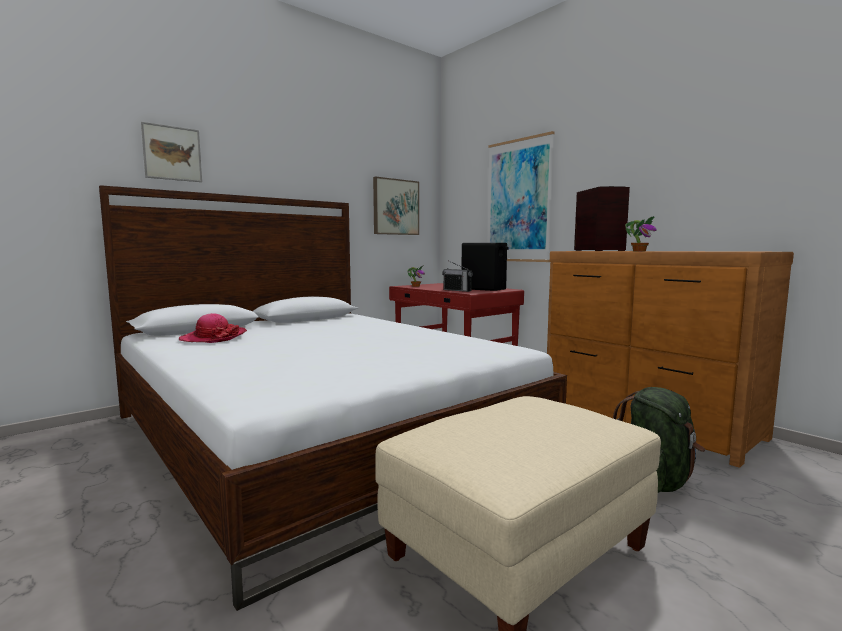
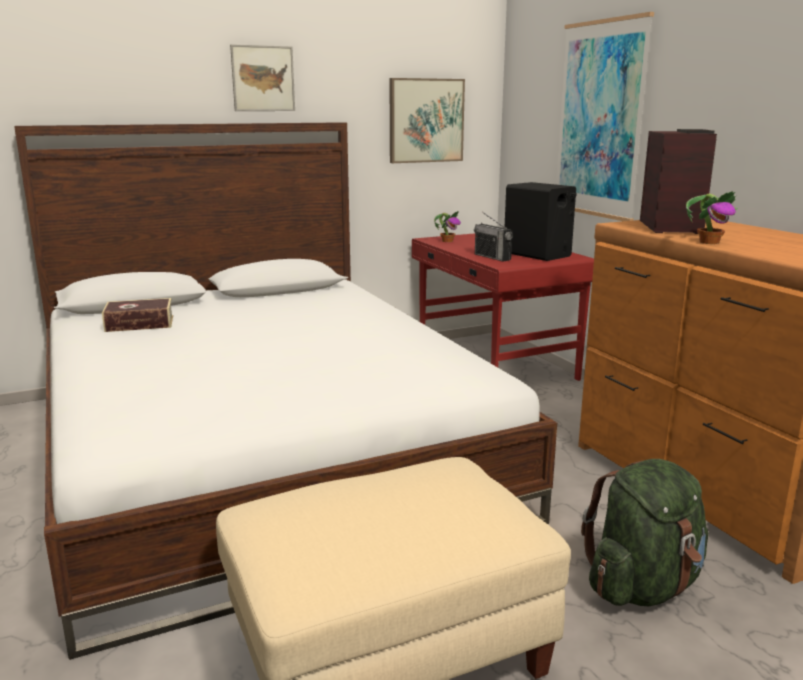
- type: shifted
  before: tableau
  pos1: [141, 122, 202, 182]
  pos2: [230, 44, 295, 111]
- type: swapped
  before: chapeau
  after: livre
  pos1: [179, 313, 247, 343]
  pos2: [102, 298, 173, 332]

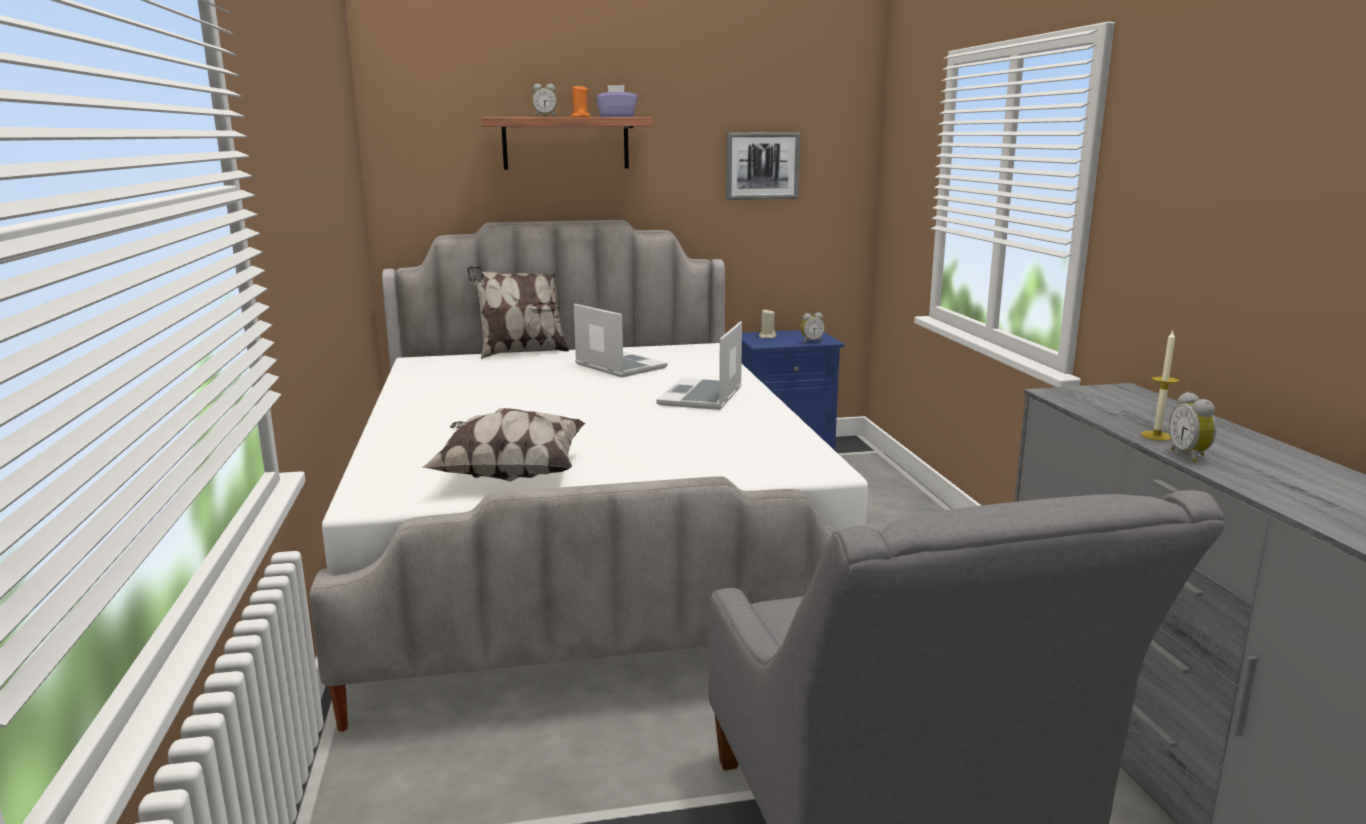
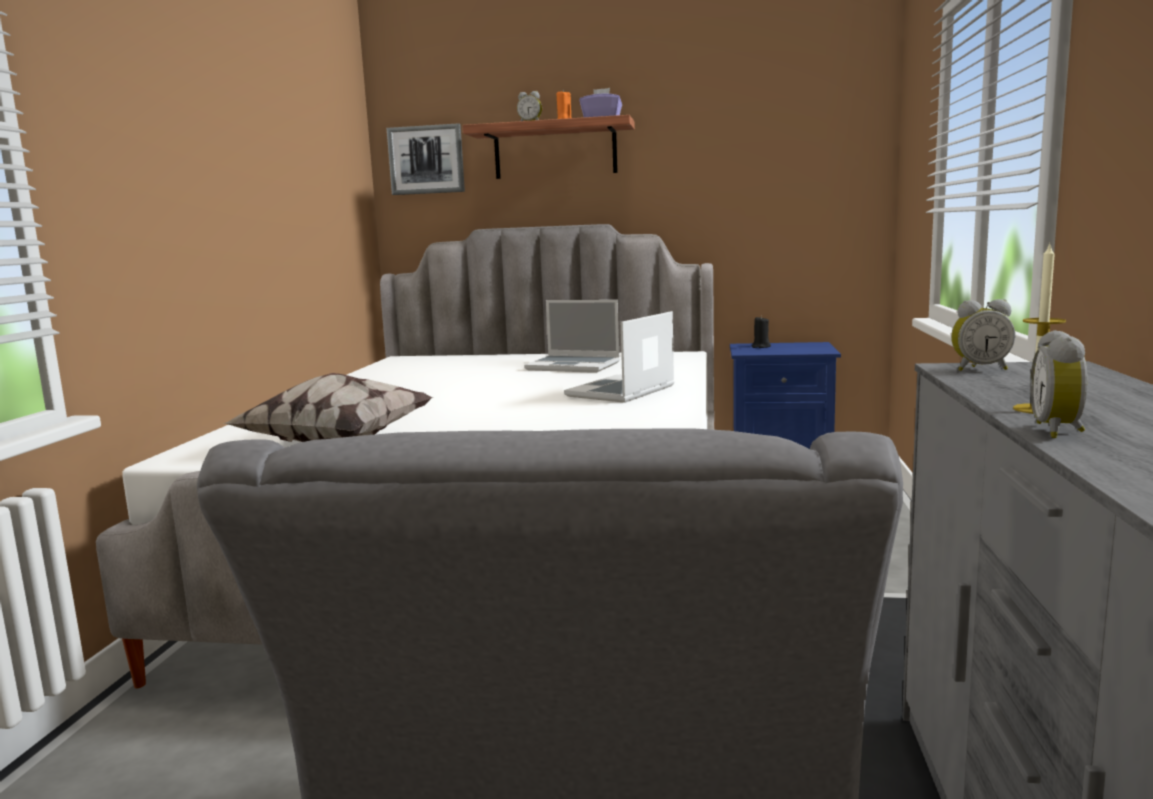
- type: shifted
  before: tableau
  pos1: [726, 132, 800, 200]
  pos2: [387, 123, 465, 195]
- type: gone
  before: coussin
  pos1: [467, 266, 569, 359]
- type: rotated
  before: ordinateur portable
  pos1: [574, 304, 667, 377]
  pos2: [524, 300, 620, 373]
  turn: 135
- type: repainted
  before: bougie/beige
  after: bougie/noir
  pos1: [759, 309, 776, 338]
  pos2: [752, 316, 771, 348]
- type: shifted
  before: réveil
  pos1: [800, 313, 825, 343]
  pos2: [951, 299, 1015, 371]

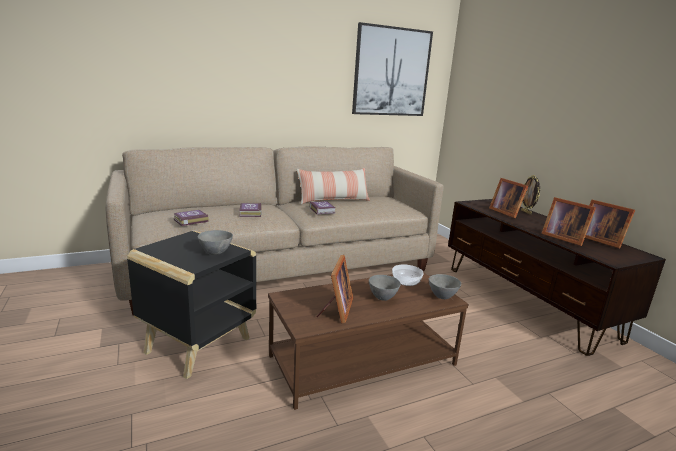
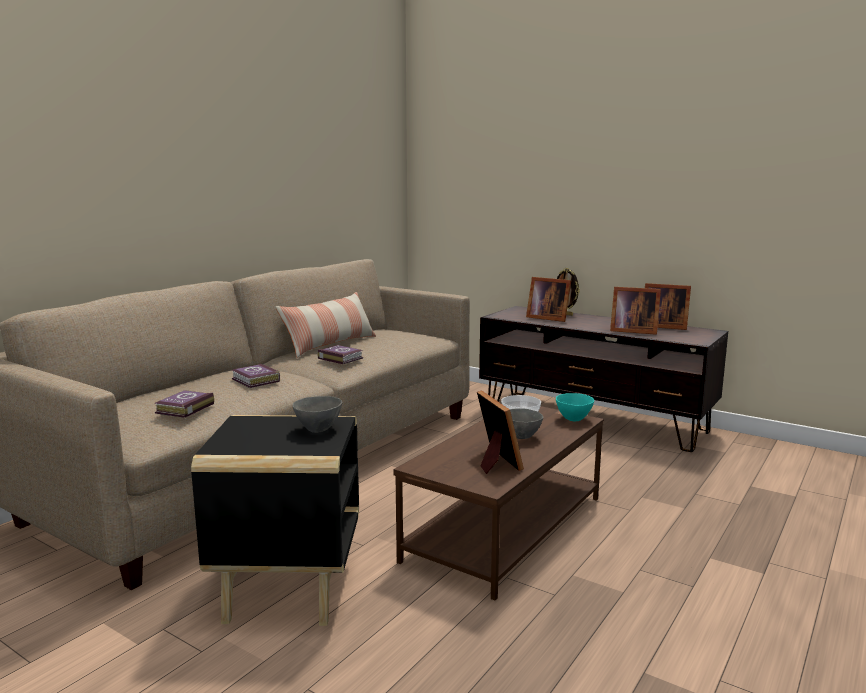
- type: gone
  before: tableau
  pos1: [352, 22, 433, 116]
- type: repainted
  before: bol/gris
  after: bol/turquoise
  pos1: [429, 274, 461, 299]
  pos2: [556, 393, 594, 421]

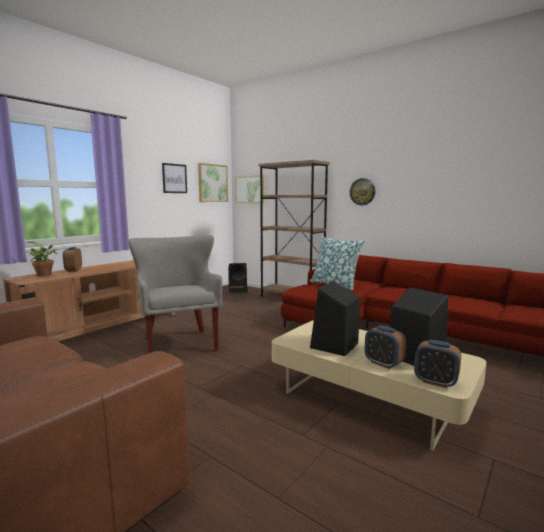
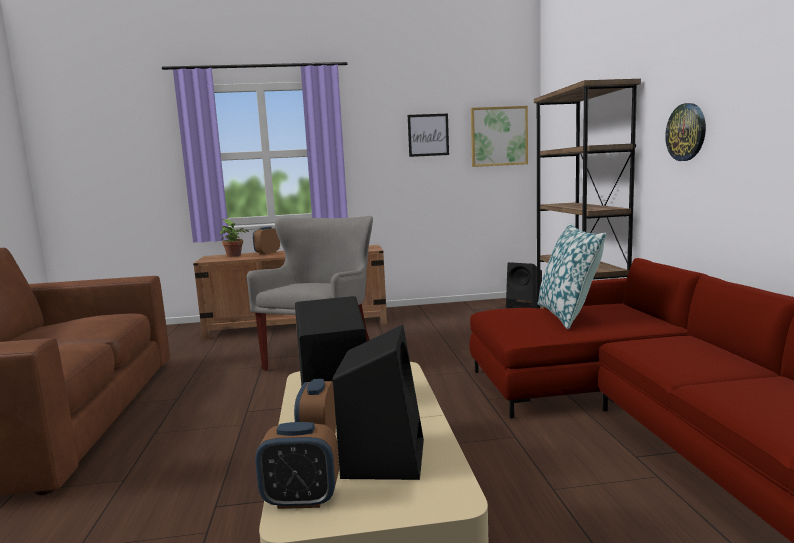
- type: gone
  before: tableau
  pos1: [235, 175, 265, 204]
- type: rotated
  before: réveil
  pos1: [414, 340, 461, 388]
  pos2: [255, 422, 339, 509]
  turn: -75

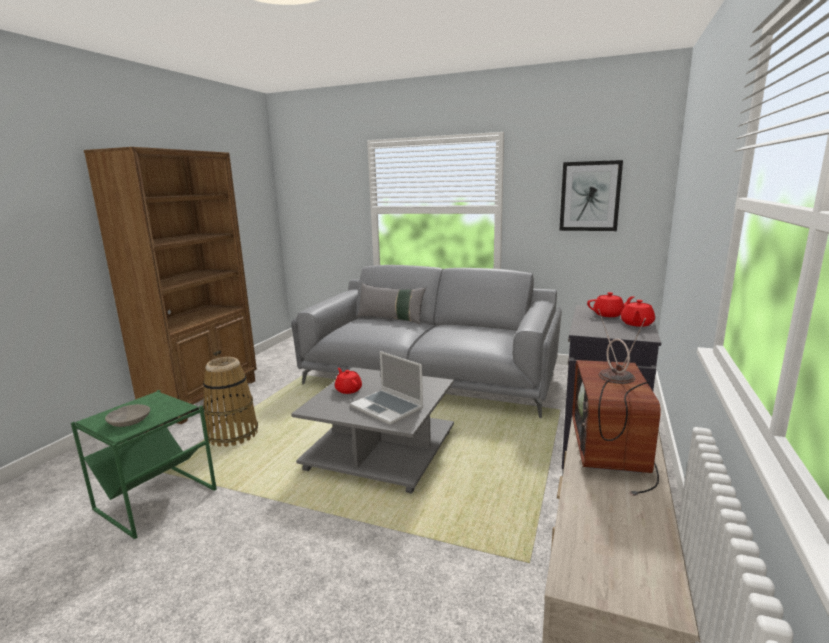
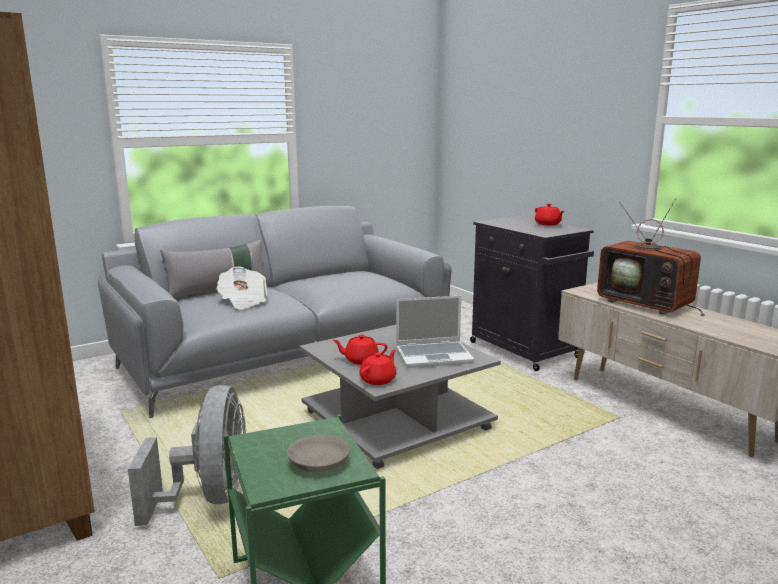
- type: gone
  before: tableau
  pos1: [559, 160, 623, 231]
- type: shifted
  before: théière/rouge
  pos1: [587, 292, 634, 317]
  pos2: [360, 349, 396, 385]
- type: swapped
  before: panier
  after: ventilateur/gris
  pos1: [203, 357, 258, 447]
  pos2: [128, 385, 246, 526]
- type: new
  after: journal
  pos2: [216, 267, 267, 309]

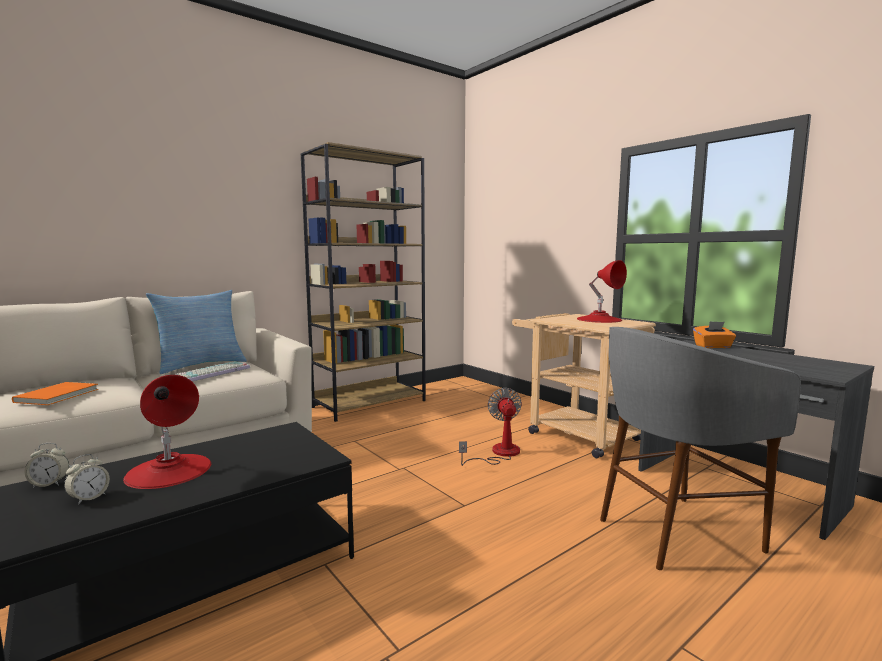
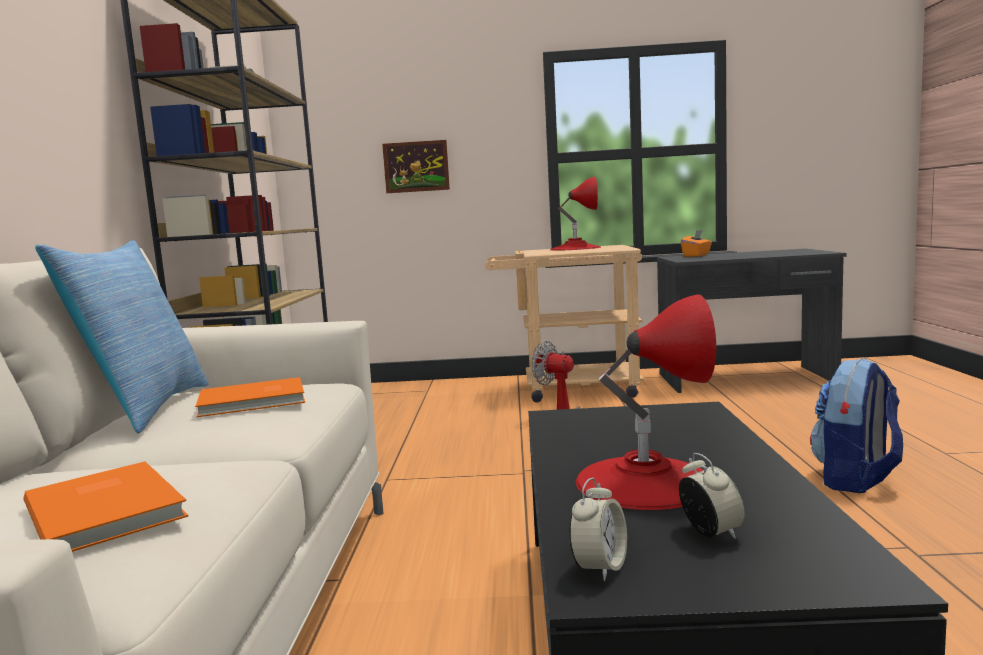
- type: gone
  before: tabouret/gris
  pos1: [600, 327, 801, 570]
- type: swapped
  before: clavier
  after: livre/orange
  pos1: [175, 361, 250, 381]
  pos2: [195, 377, 305, 417]
- type: new
  after: tableau
  pos2: [382, 140, 450, 193]
- type: new
  after: sac à dos
  pos2: [810, 358, 903, 493]

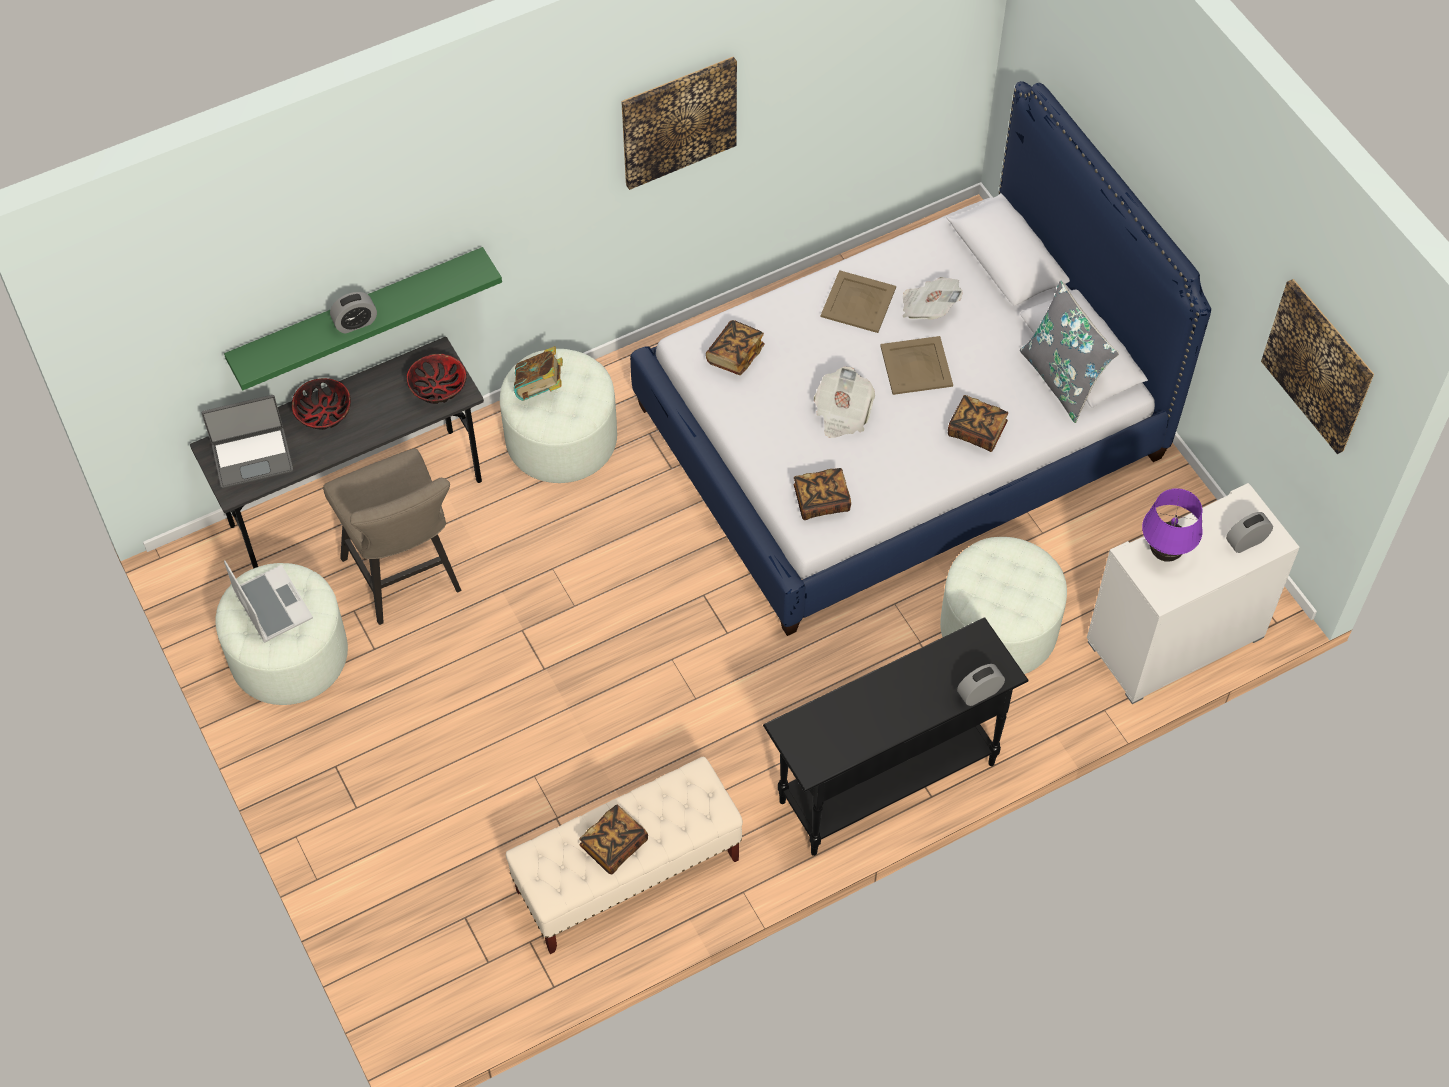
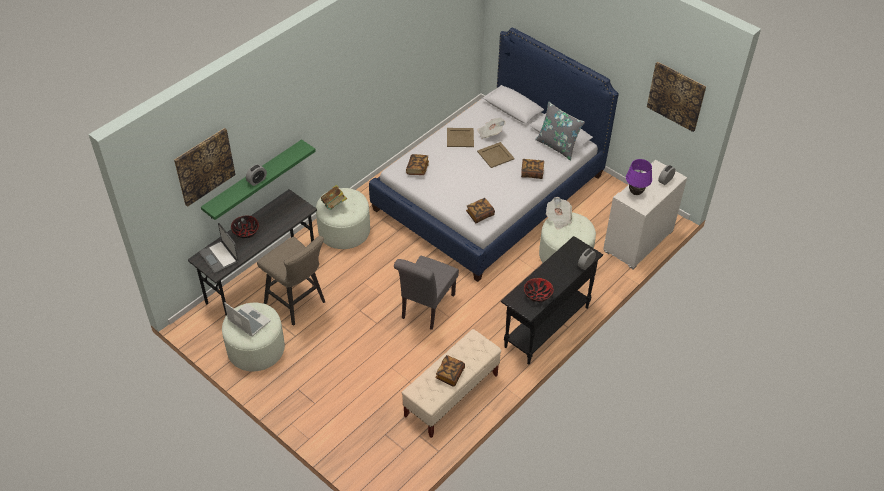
- type: shifted
  before: tableau
  pos1: [621, 57, 737, 190]
  pos2: [174, 128, 235, 207]
- type: shifted
  before: bol
  pos1: [406, 354, 467, 404]
  pos2: [524, 278, 554, 302]
- type: shifted
  before: journal
  pos1: [814, 367, 875, 438]
  pos2: [546, 197, 572, 230]
- type: rotated
  before: ordinateur portable
  pos1: [202, 395, 293, 488]
  pos2: [199, 223, 239, 274]
  turn: 90
- type: new
  after: chaise/gris
  pos2: [394, 256, 459, 330]

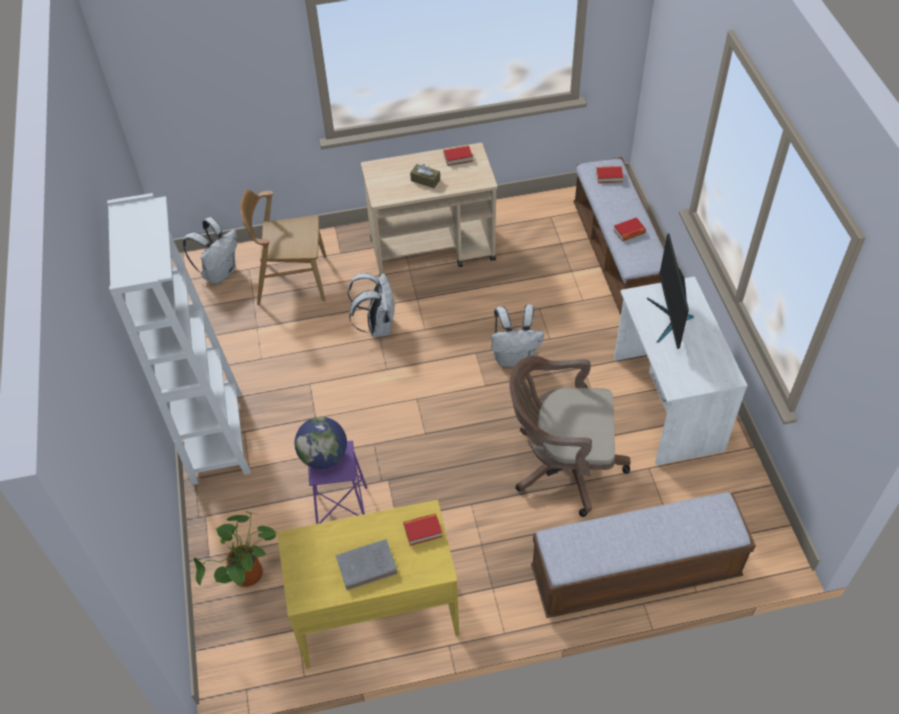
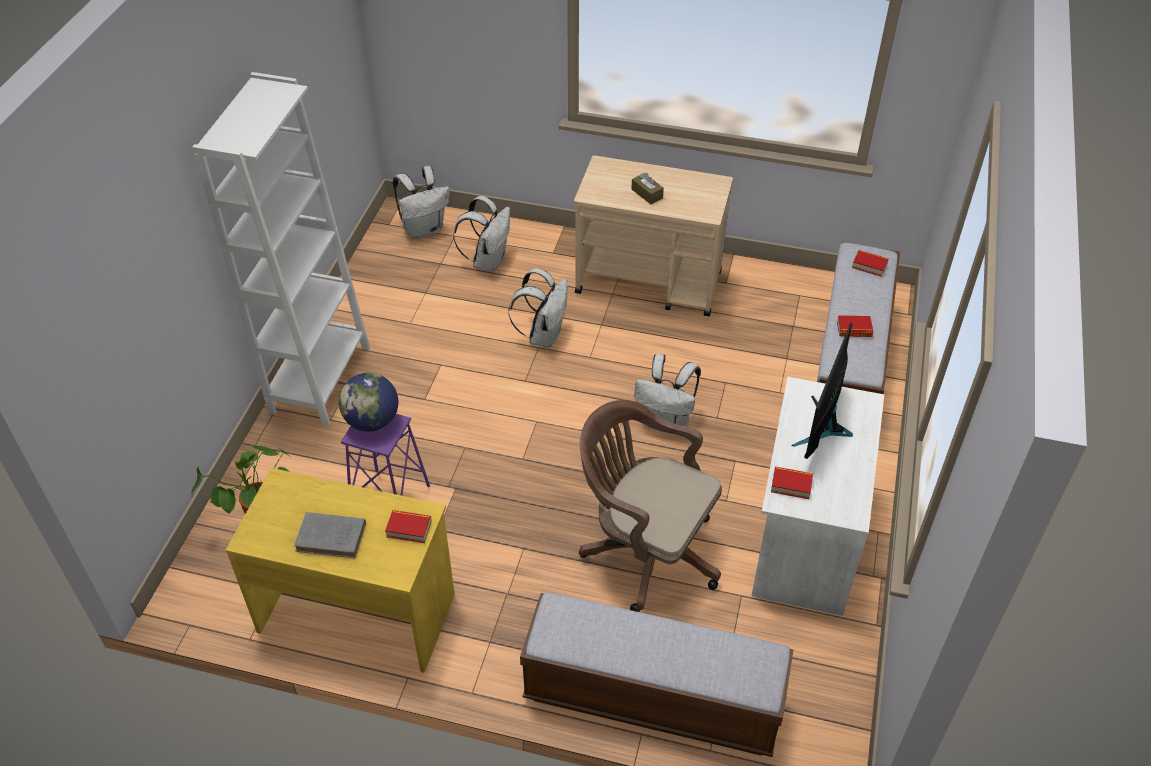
- type: shifted
  before: livre
  pos1: [443, 145, 473, 166]
  pos2: [771, 467, 813, 499]
- type: swapped
  before: chaise/marron
  after: sac à dos/blanc
  pos1: [240, 189, 327, 305]
  pos2: [453, 196, 510, 272]

